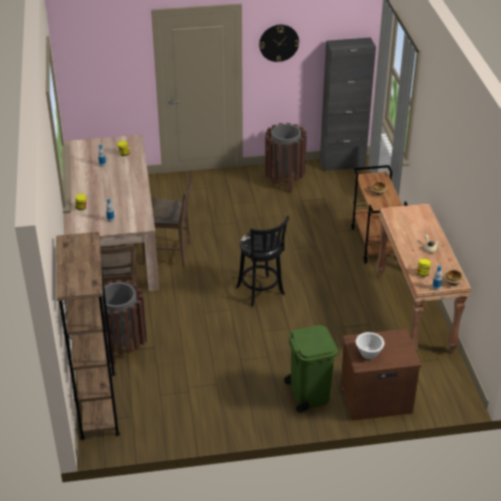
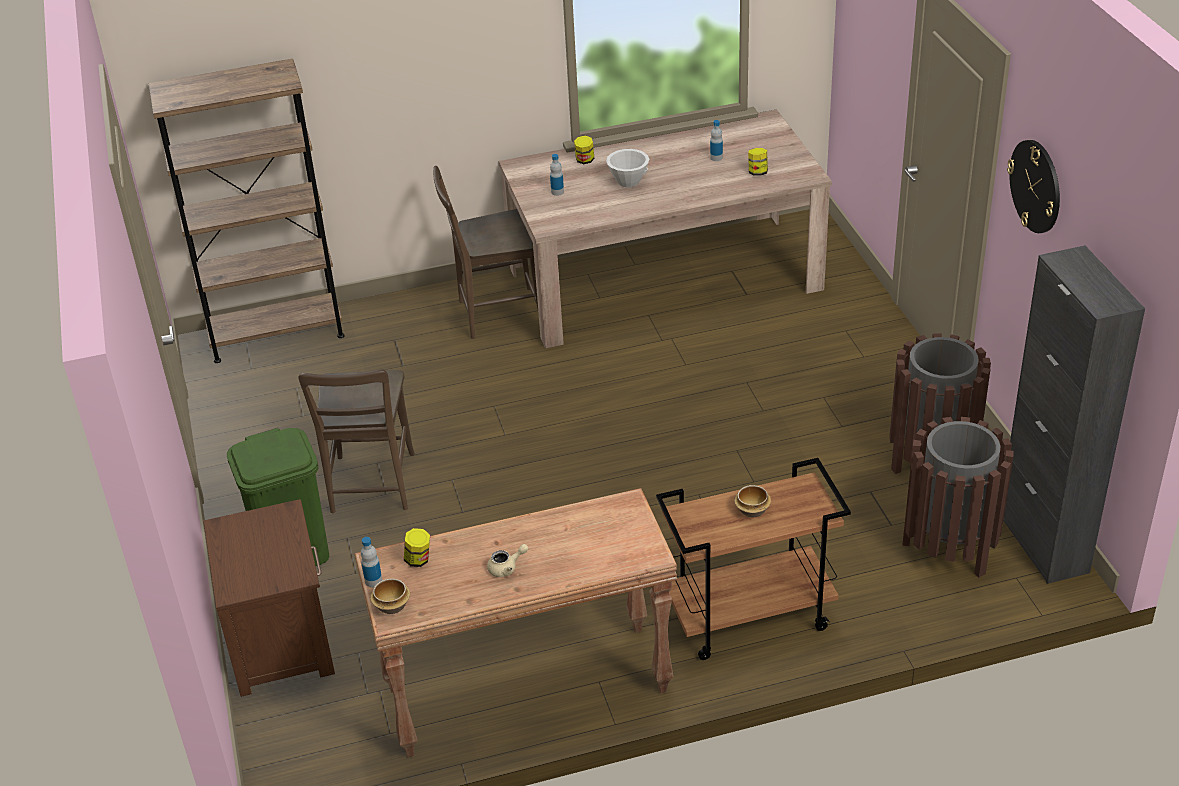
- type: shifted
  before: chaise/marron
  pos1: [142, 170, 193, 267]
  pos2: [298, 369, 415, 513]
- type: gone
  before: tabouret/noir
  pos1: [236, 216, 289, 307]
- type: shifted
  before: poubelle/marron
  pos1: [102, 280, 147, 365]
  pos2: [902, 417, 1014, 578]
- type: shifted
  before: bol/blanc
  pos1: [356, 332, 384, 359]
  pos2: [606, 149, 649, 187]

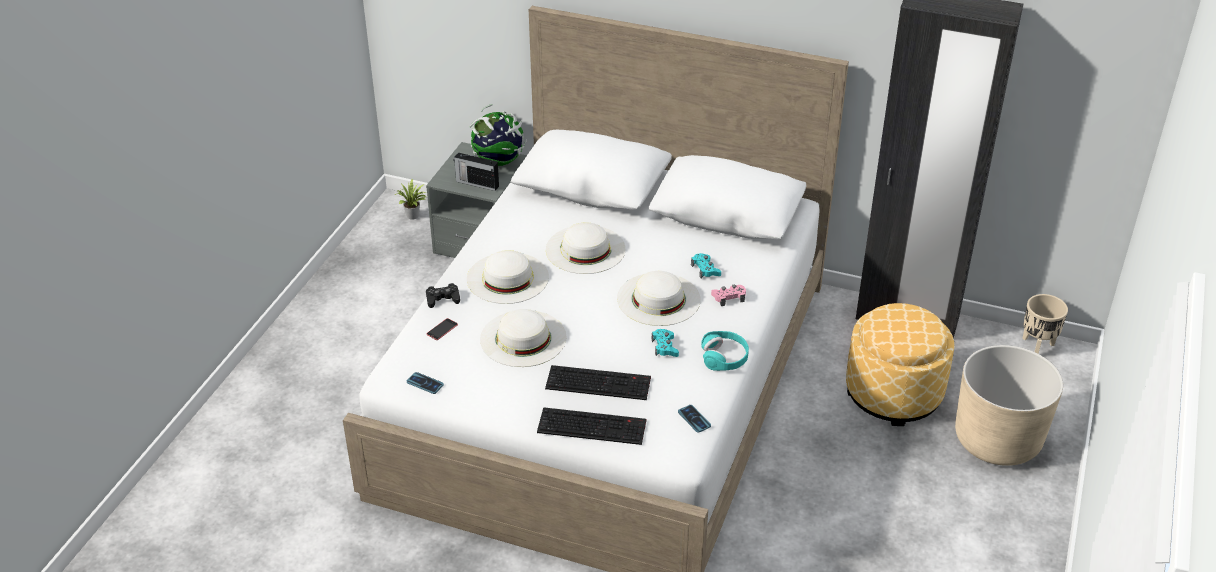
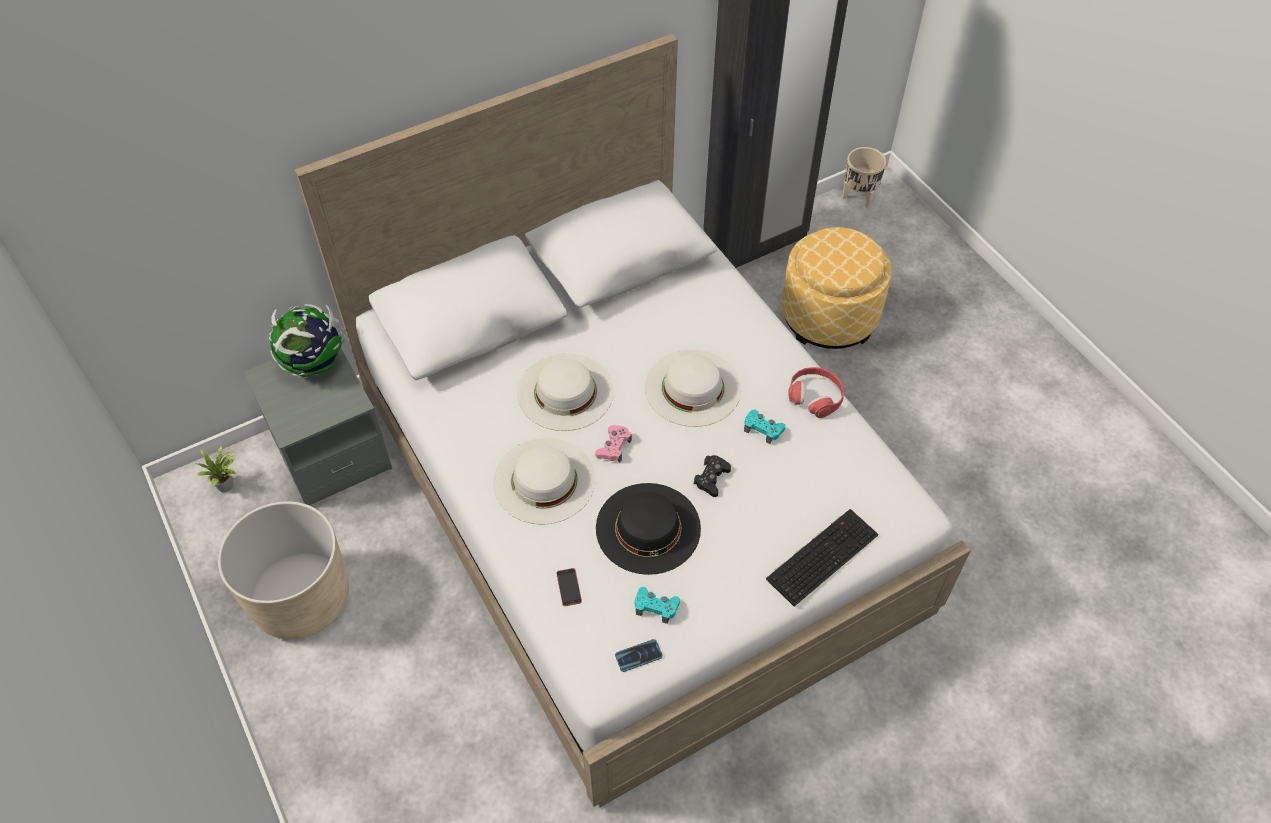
- type: gone
  before: radio
  pos1: [454, 153, 499, 191]
- type: shifted
  before: manette/turquoise
  pos1: [691, 253, 721, 278]
  pos2: [635, 587, 680, 624]
- type: shifted
  before: manette/noir
  pos1: [426, 283, 460, 308]
  pos2: [693, 455, 731, 497]
- type: shifted
  before: manette/rose
  pos1: [711, 285, 746, 306]
  pos2: [595, 425, 632, 462]
- type: repainted
  before: chapeau/blanc
  after: chapeau/noir
  pos1: [480, 309, 567, 367]
  pos2: [596, 483, 701, 575]
- type: repainted
  before: casque audio/turquoise
  after: casque audio/rouge
  pos1: [701, 331, 749, 371]
  pos2: [788, 367, 844, 418]
- type: shifted
  before: cache-pot/beige
  pos1: [955, 345, 1063, 466]
  pos2: [218, 501, 349, 639]
- type: gone
  before: clavier
  pos1: [545, 365, 651, 400]
- type: gone
  before: téléphone
  pos1: [678, 405, 711, 433]

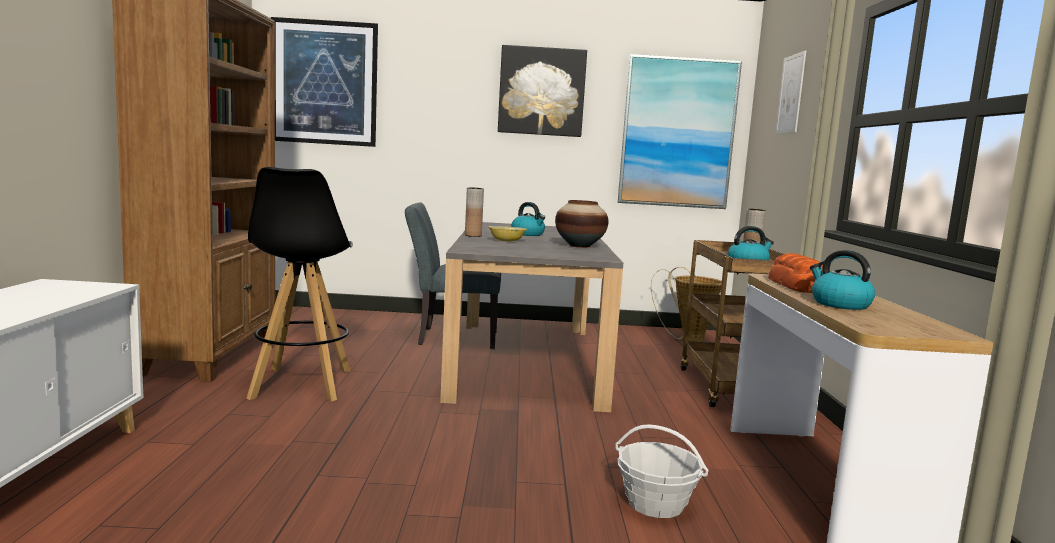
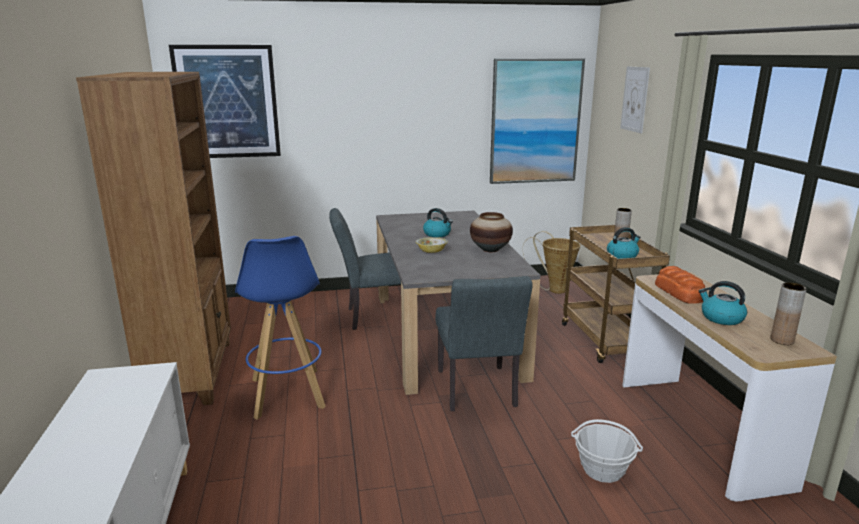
- type: gone
  before: tableau
  pos1: [498, 45, 587, 137]
- type: repainted
  before: tabouret/noir
  after: tabouret/bleu
  pos1: [247, 167, 353, 401]
  pos2: [235, 236, 326, 420]
- type: shifted
  before: vase/marron
  pos1: [465, 187, 484, 237]
  pos2: [771, 282, 807, 345]
- type: new
  after: chaise/gris
  pos2: [435, 276, 533, 411]

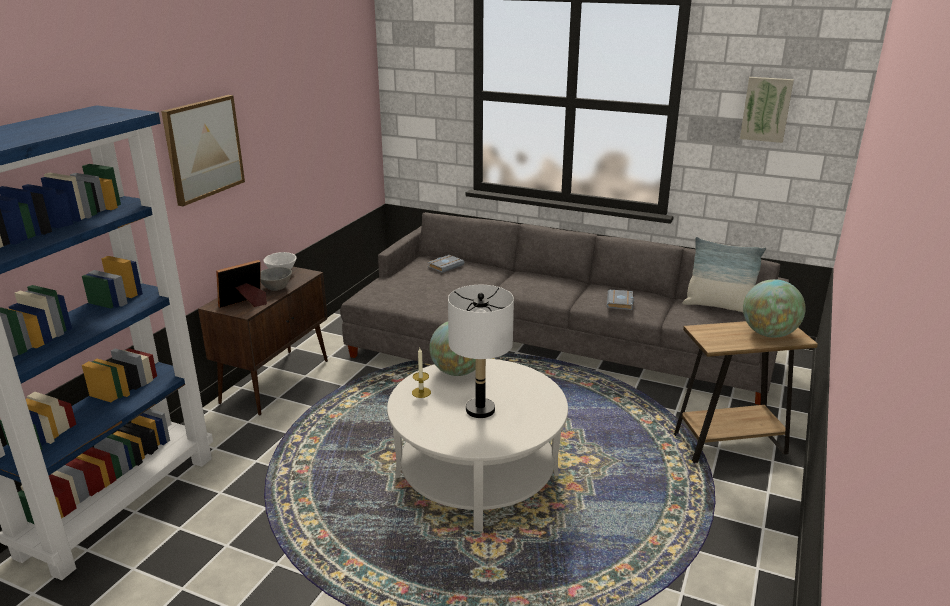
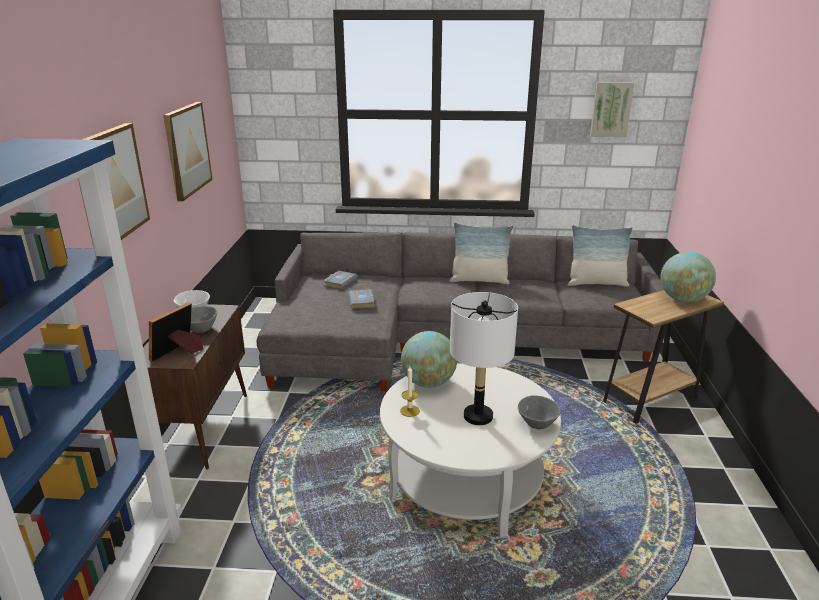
- type: shifted
  before: livre/gris
  pos1: [607, 290, 634, 310]
  pos2: [348, 289, 375, 309]
- type: new
  after: tableau
  pos2: [163, 102, 213, 201]
- type: new
  after: coussin
  pos2: [449, 222, 513, 284]
- type: new
  after: bol/gris
  pos2: [518, 395, 561, 429]

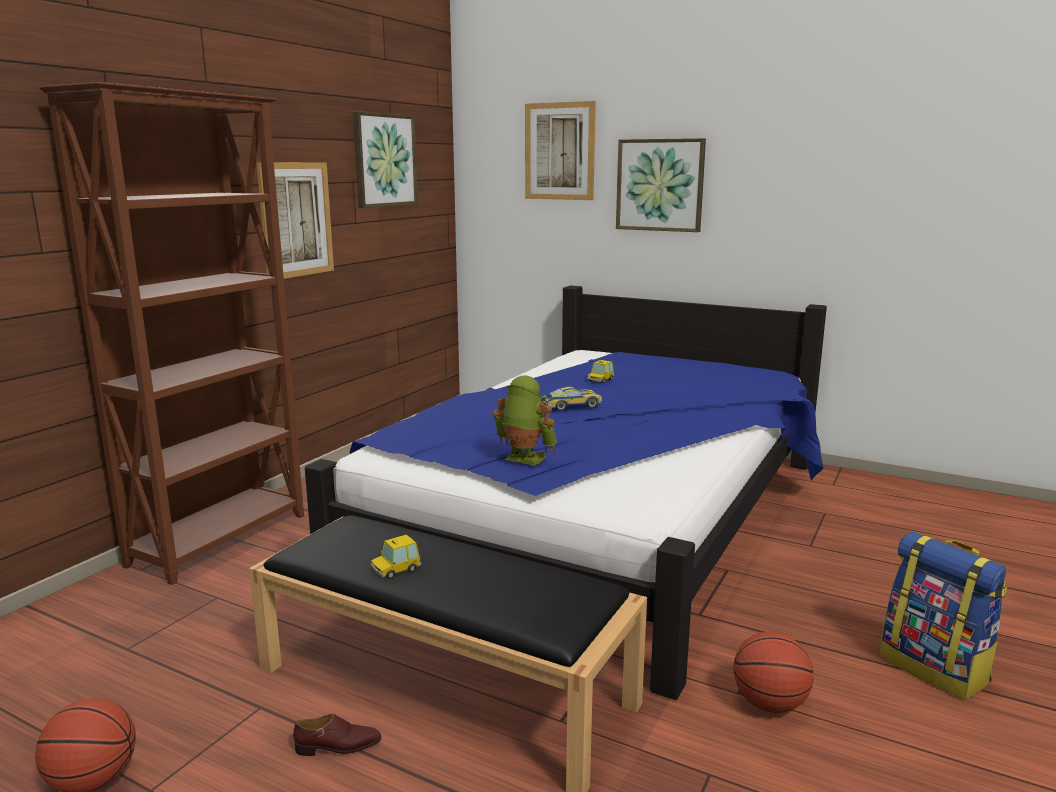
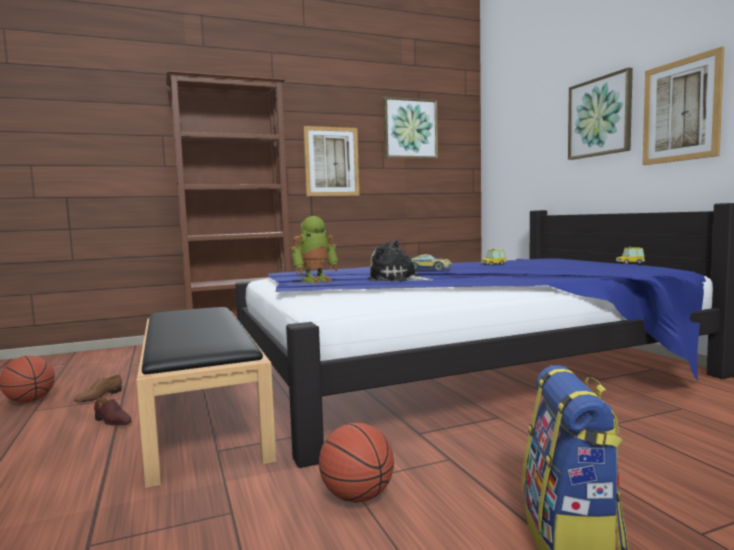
- type: shifted
  before: tableau
  pos1: [525, 101, 596, 200]
  pos2: [642, 47, 724, 165]
- type: rotated
  before: robot jouet
  pos1: [493, 375, 557, 466]
  pos2: [290, 216, 338, 283]
  turn: 75
- type: shifted
  before: petite voiture
  pos1: [371, 535, 421, 579]
  pos2: [616, 247, 645, 264]
- type: new
  after: peluche
  pos2: [368, 240, 433, 282]
- type: new
  after: chaussure/marron
  pos2: [74, 374, 122, 402]

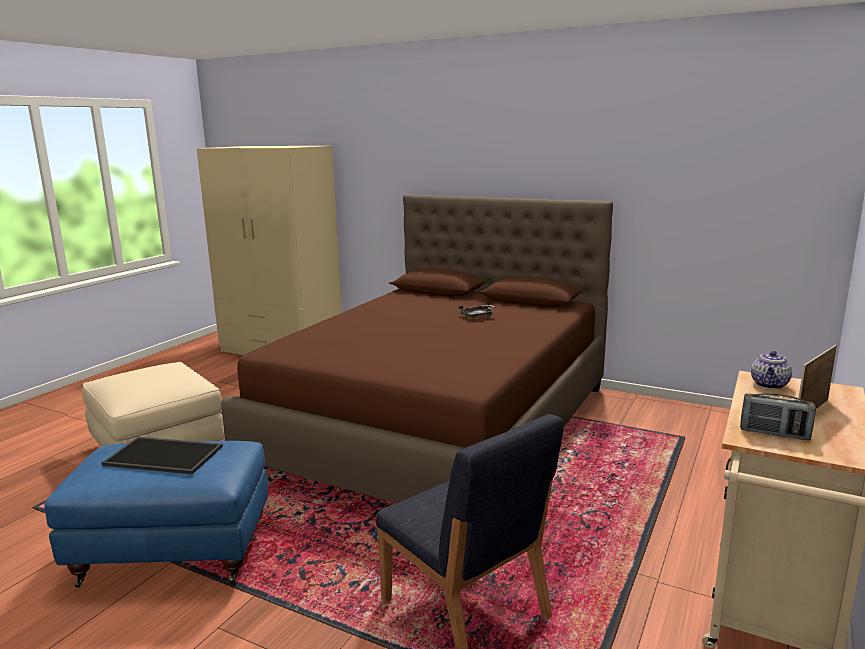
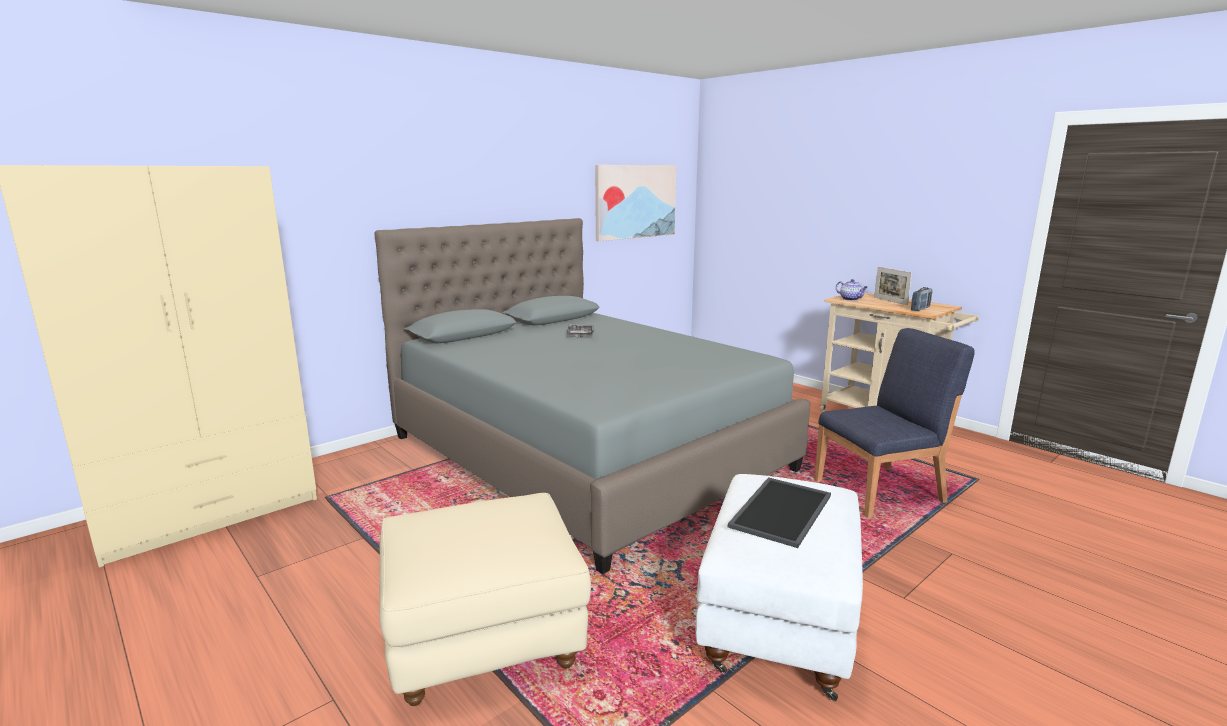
- type: repainted
  before: lit/marron
  after: lit/gris
  pos1: [221, 194, 613, 503]
  pos2: [374, 218, 810, 574]
- type: repainted
  before: pouf/bleu
  after: pouf/blanc
  pos1: [45, 441, 268, 588]
  pos2: [695, 474, 863, 701]
- type: new
  after: tableau
  pos2: [595, 165, 676, 241]

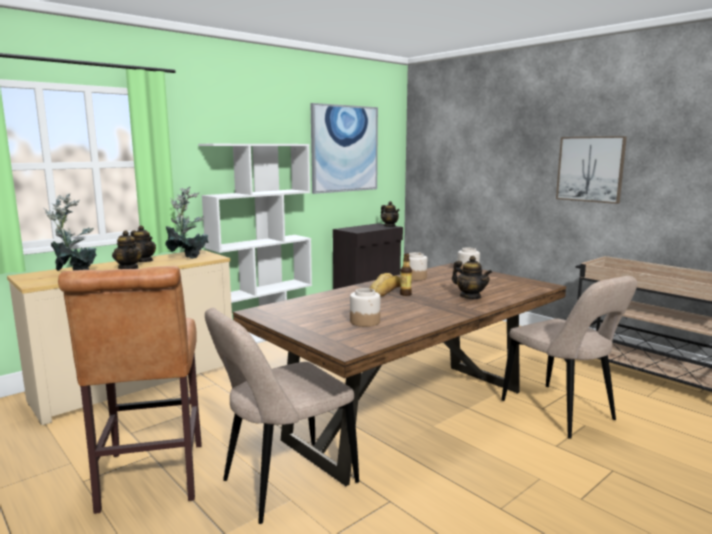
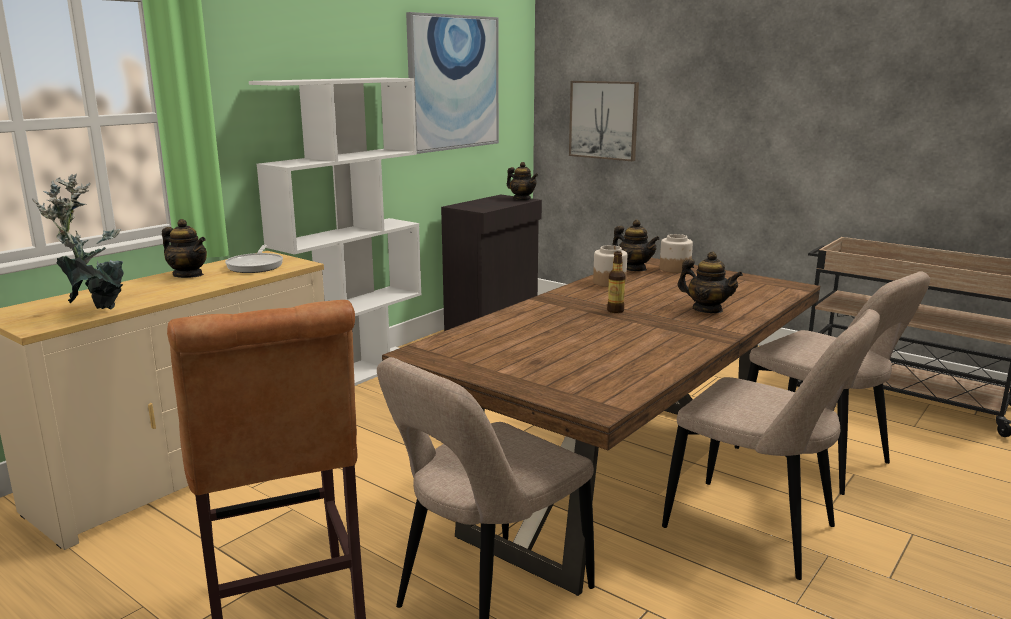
- type: shifted
  before: tableau
  pos1: [556, 136, 627, 204]
  pos2: [569, 81, 639, 161]
- type: swapped
  before: plante en pot
  after: poêle
  pos1: [165, 187, 209, 259]
  pos2: [225, 245, 283, 273]
- type: shifted
  before: théière
  pos1: [112, 231, 143, 269]
  pos2: [612, 220, 660, 271]
- type: gone
  before: pain
  pos1: [369, 273, 401, 297]
- type: gone
  before: bocal
  pos1: [350, 288, 380, 327]
- type: new
  after: chaise/beige
  pos2: [662, 309, 880, 580]

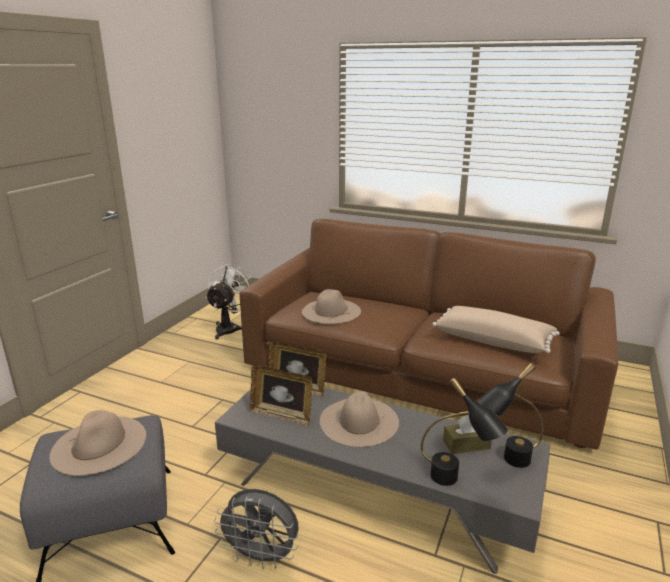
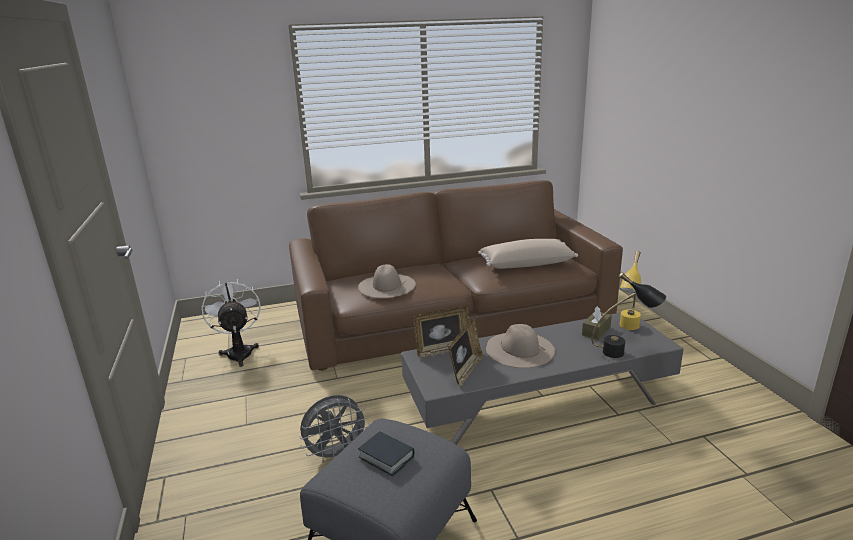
- type: repainted
  before: lampe de table/noir
  after: lampe de table/jaune
  pos1: [477, 363, 543, 468]
  pos2: [620, 251, 641, 330]
- type: rotated
  before: cadre photo
  pos1: [249, 365, 312, 426]
  pos2: [448, 318, 484, 387]
  turn: -45
- type: swapped
  before: chapeau/beige
  after: livre
  pos1: [49, 410, 146, 476]
  pos2: [358, 431, 414, 476]
- type: shifted
  before: ventilateur/gris
  pos1: [214, 489, 299, 569]
  pos2: [299, 395, 370, 463]

